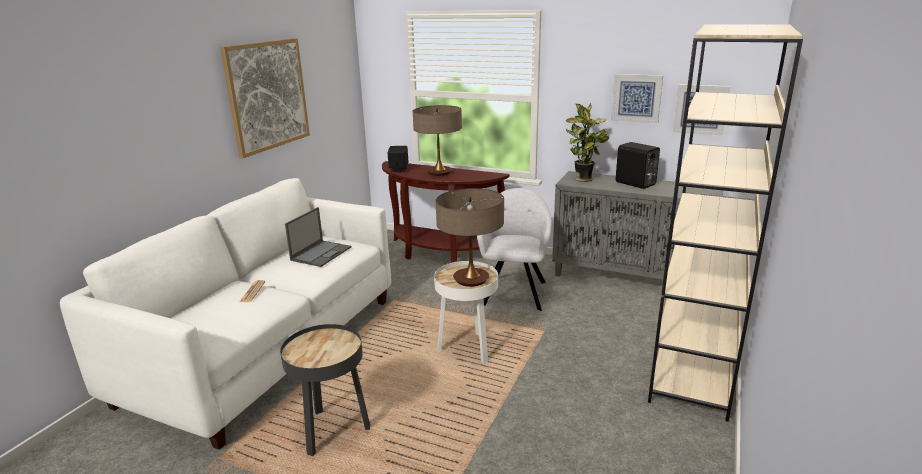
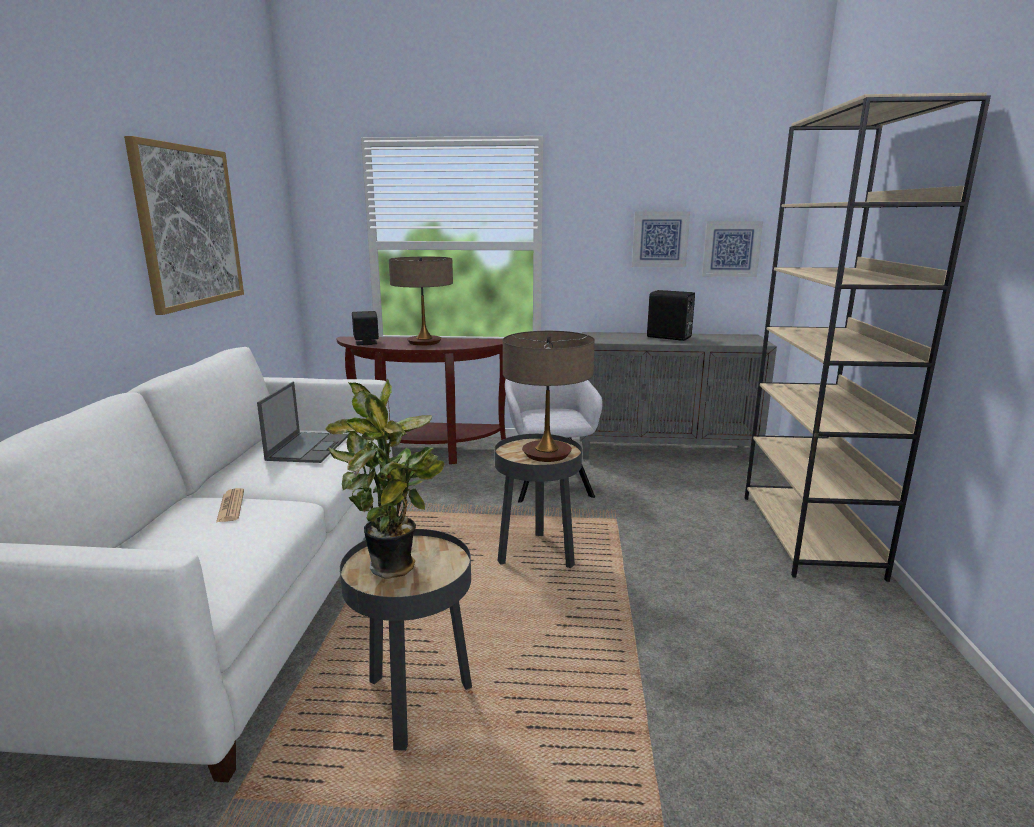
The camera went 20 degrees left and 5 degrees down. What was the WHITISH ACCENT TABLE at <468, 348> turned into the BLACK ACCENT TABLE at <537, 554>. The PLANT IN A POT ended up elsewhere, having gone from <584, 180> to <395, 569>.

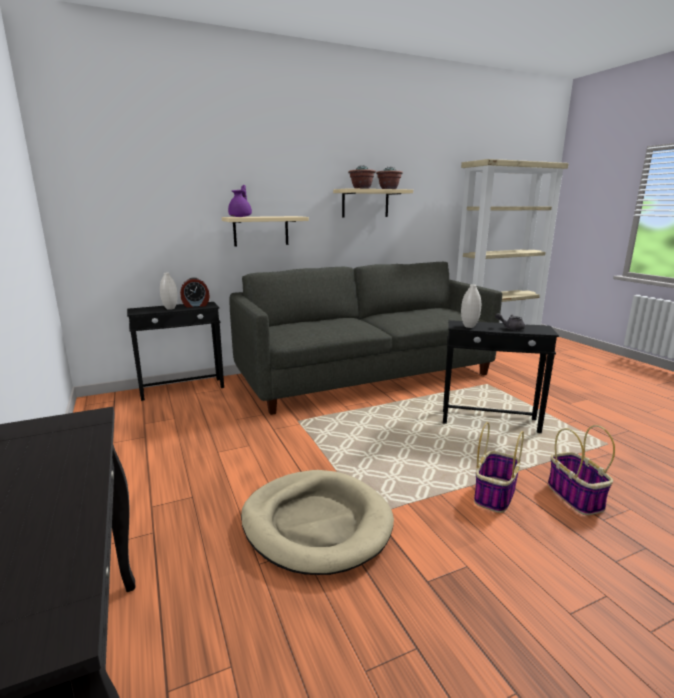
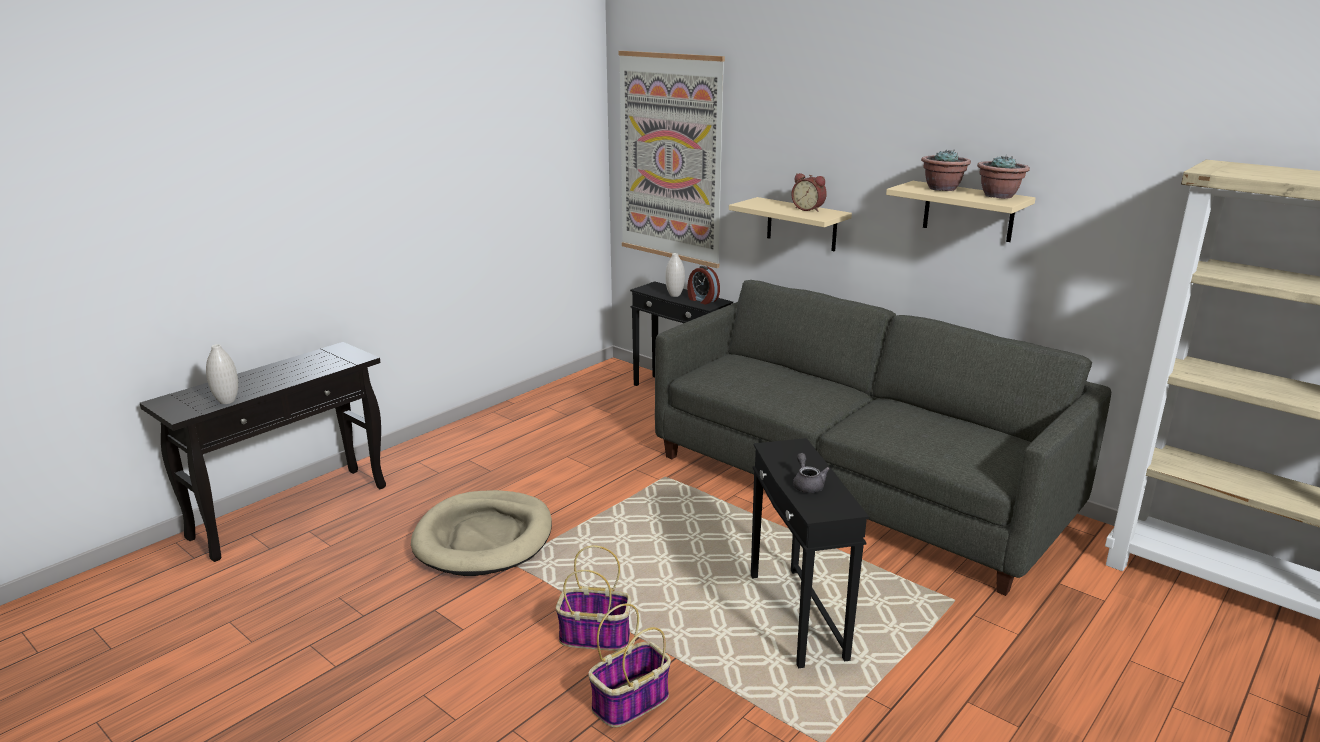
The camera went 65 degrees right and 5 degrees up. The second view lost the PURPLE POT FOR TEA at <241, 216>. The WHITISH VASE ended up elsewhere, having gone from <469, 326> to <227, 401>. The second view gained the WALL ART at <670, 159>. The second view gained the TABLE CLOCK at <809, 209>.

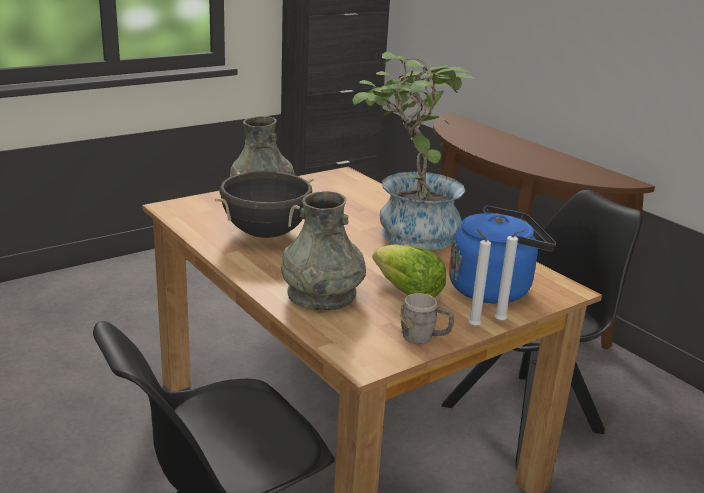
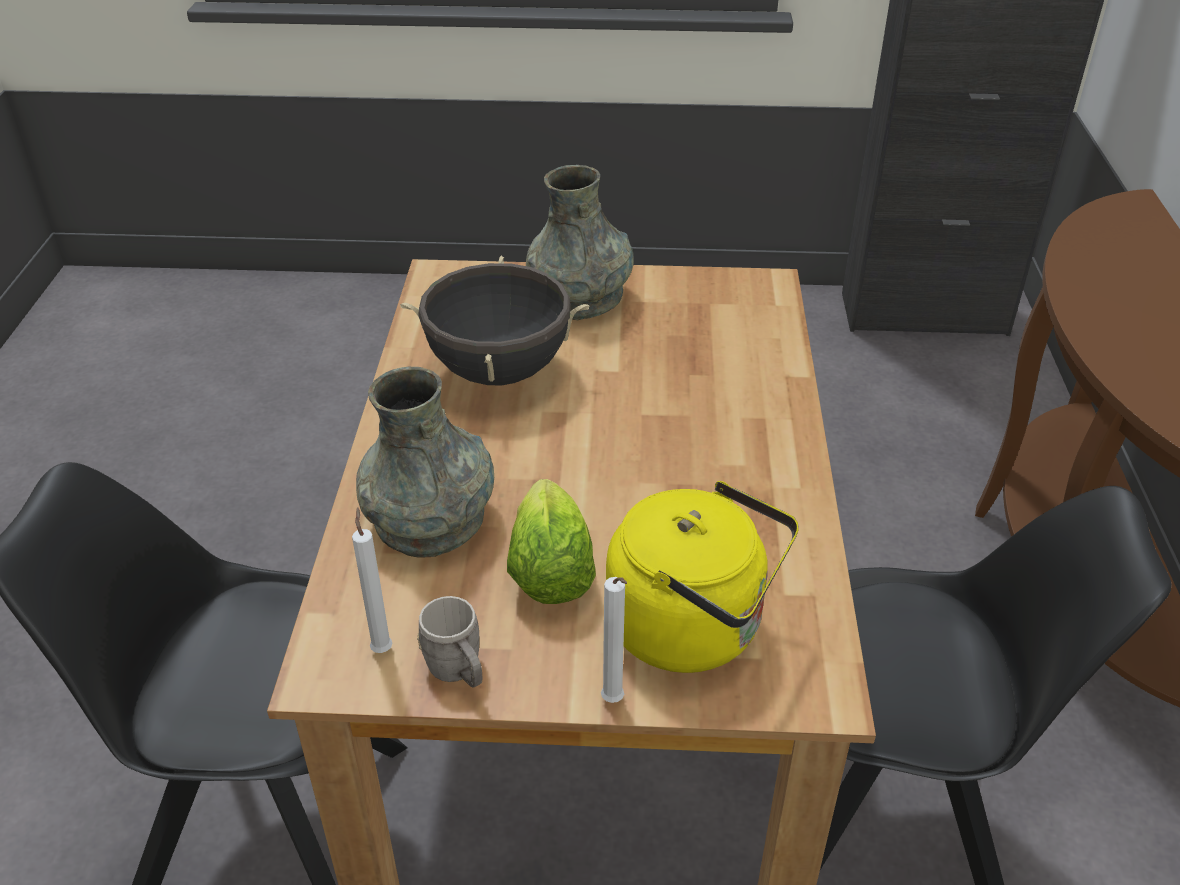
The camera went 40 degrees right and 15 degrees up. The second view lost the PLANT IN A POT at <406, 231>. What was the BLUE KETTLE at <494, 289> turned into the YELLOWISH KETTLE at <694, 628>. The WHITISH WAX LIGHT ended up elsewhere, having gone from <472, 326> to <382, 647>.

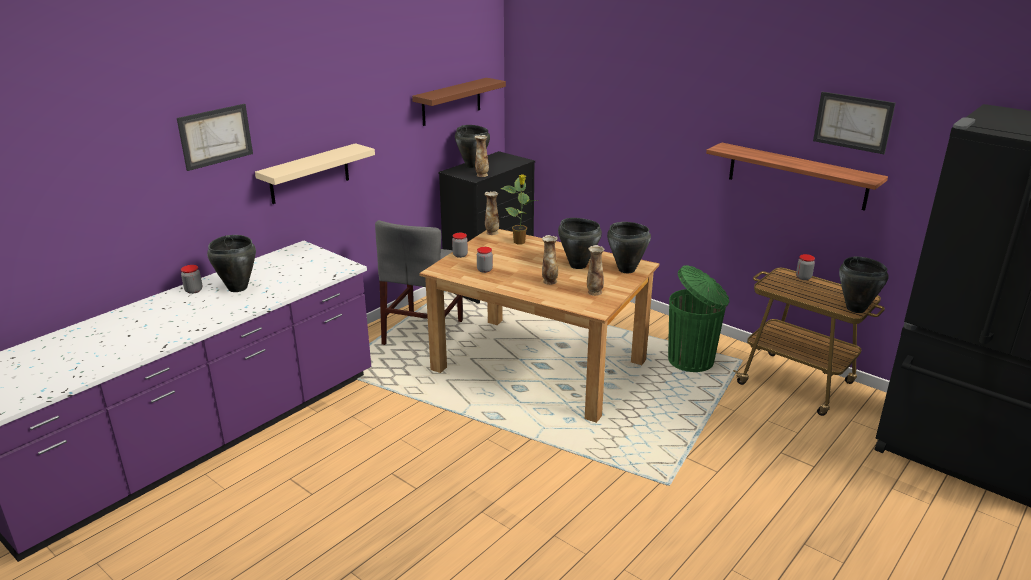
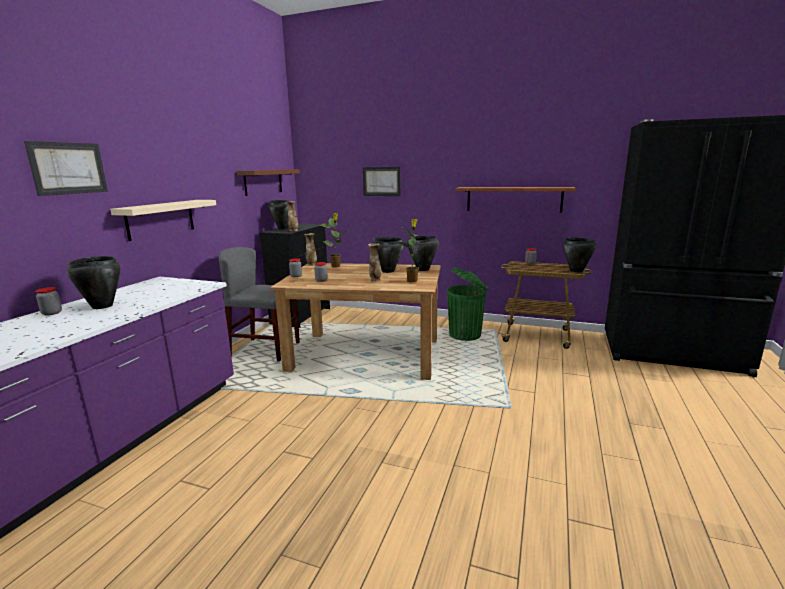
The camera went 20 degrees left and 10 degrees down. The GRAY CHAIR at <423, 332> ended up facing another way, 105 degrees clockwise from before. Where the VASE stood at <594, 292>, the PLANT IN A POT came to stand at <412, 281>. The WALL ART ended up elsewhere, having gone from <853, 122> to <381, 181>.

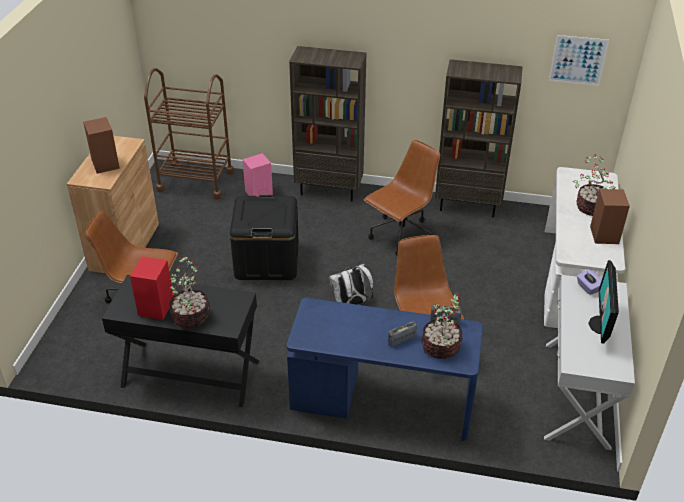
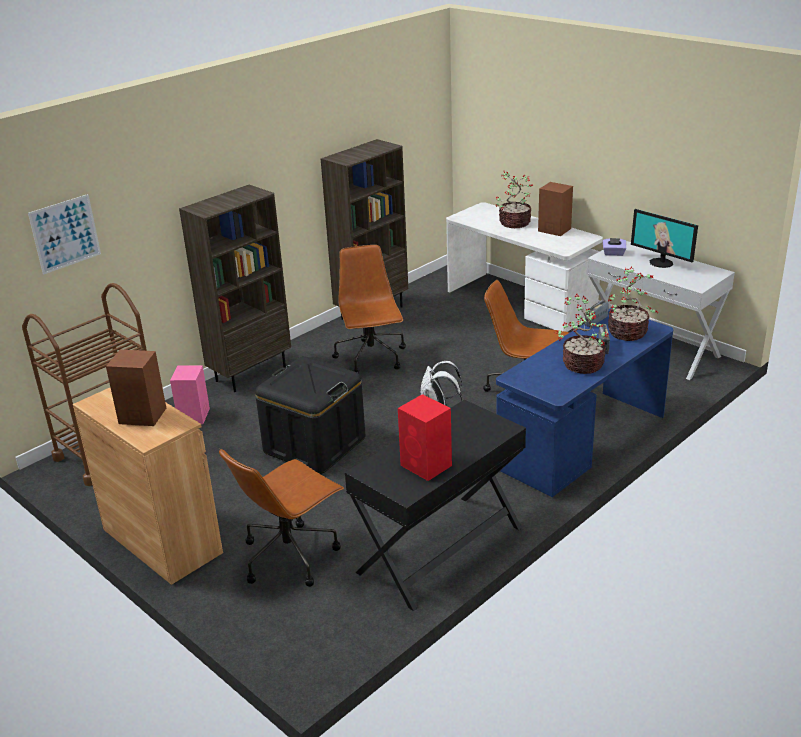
The camera went 55 degrees left and 10 degrees down. The PLANT IN A POT ended up elsewhere, having gone from <191, 315> to <581, 364>. The WALL ART ended up elsewhere, having gone from <578, 60> to <65, 234>.

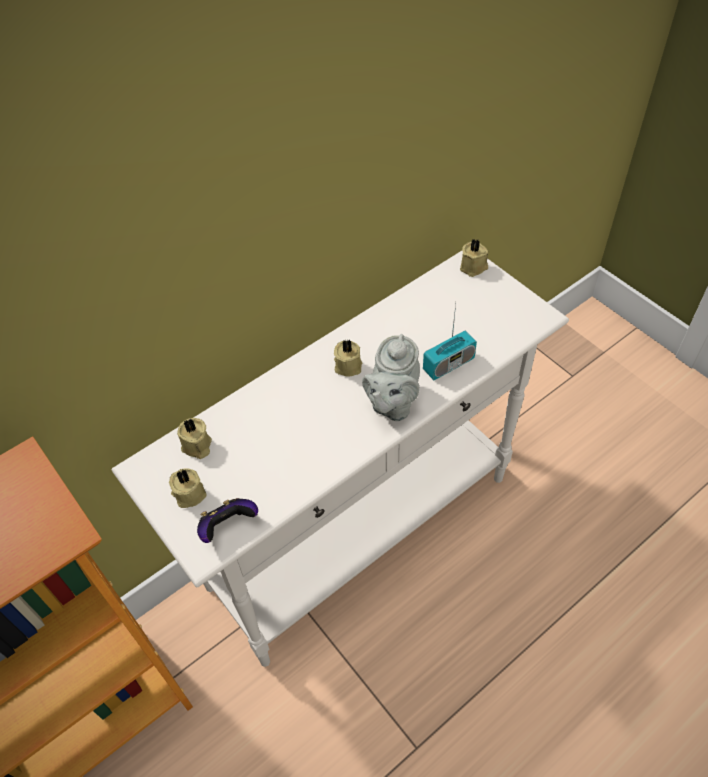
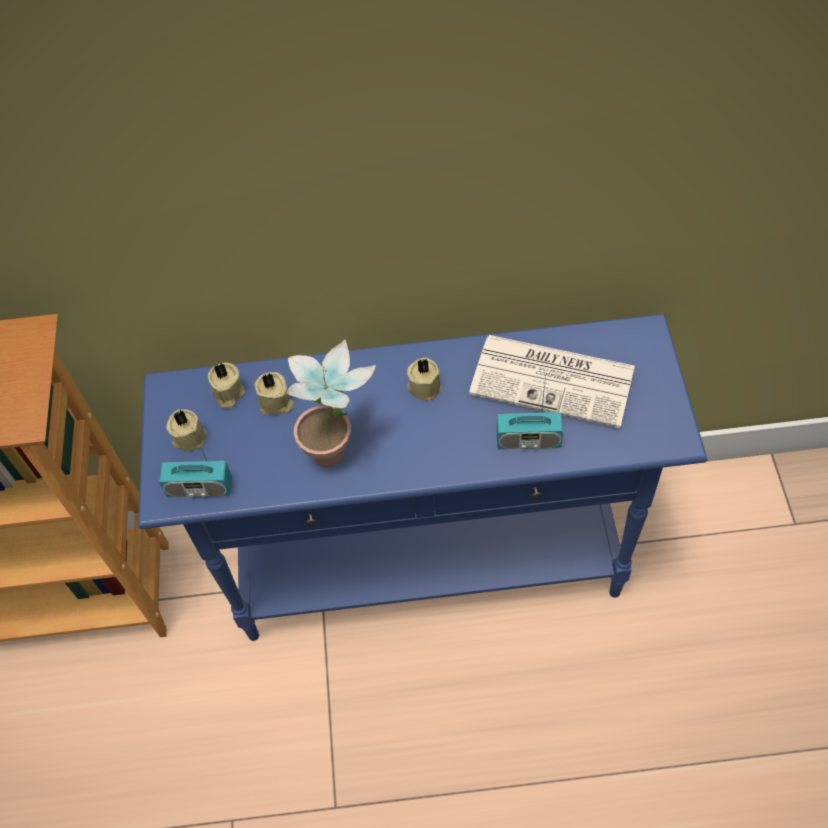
The camera went 35 degrees right and 5 degrees up. What was the WHITISH CONSOLE TABLE at <362, 531> turned into the BLUE CONSOLE TABLE at <430, 564>. Where the GAME CONTROLLER stood at <228, 527>, the RADIO SET came to stand at <200, 488>. The second view lost the GRAY POT FOR TEA at <392, 403>. The BEIGE WAX LIGHT ended up elsewhere, having gone from <474, 267> to <276, 403>. The second view gained the PLANT IN A POT at <338, 448>. The second view gained the PRINTED PAPER at <555, 380>.

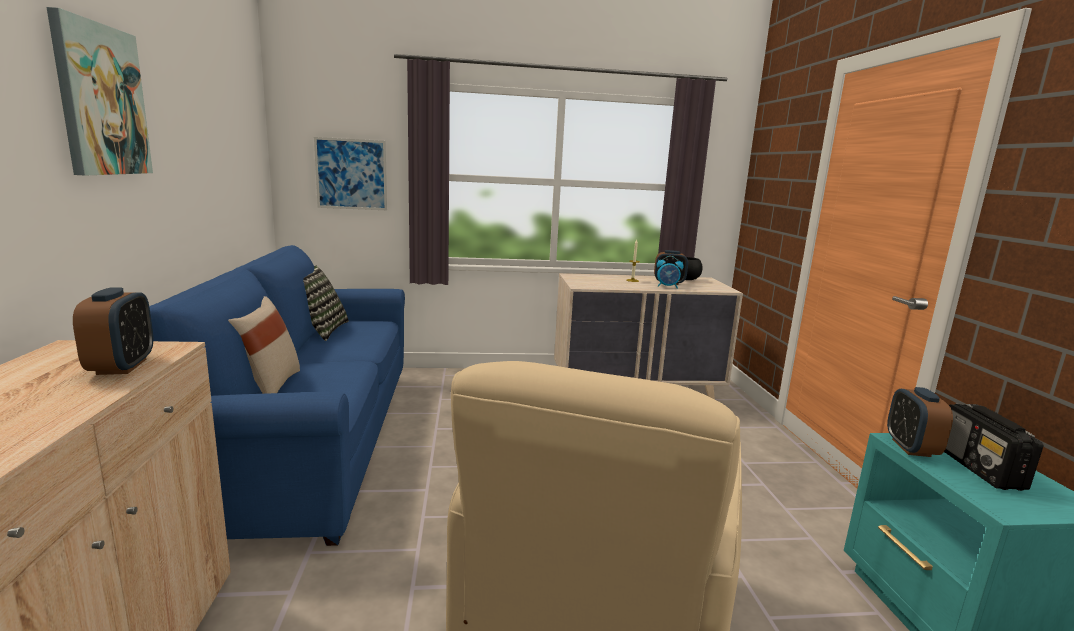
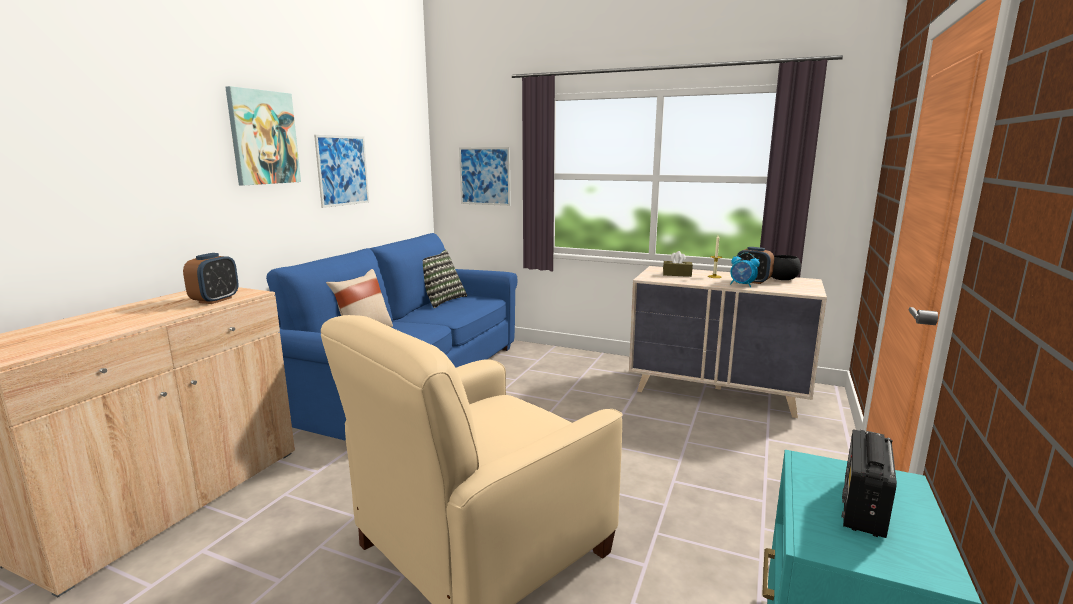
The camera went 30 degrees right and 0 degrees up. The second view lost the TABLE CLOCK at <911, 448>. The second view gained the WALL ART at <342, 170>. The second view gained the BROWN-COLOURED BOX OF TISSUES at <677, 274>.

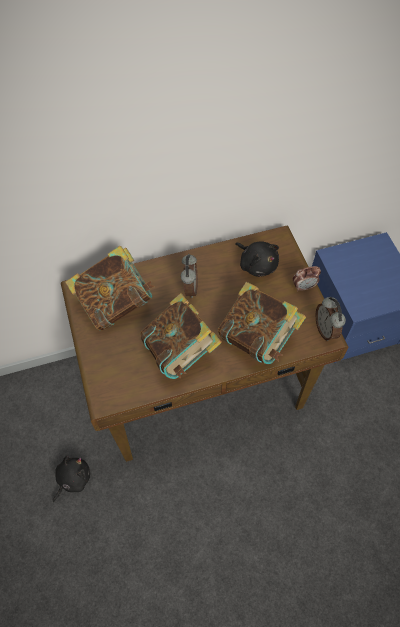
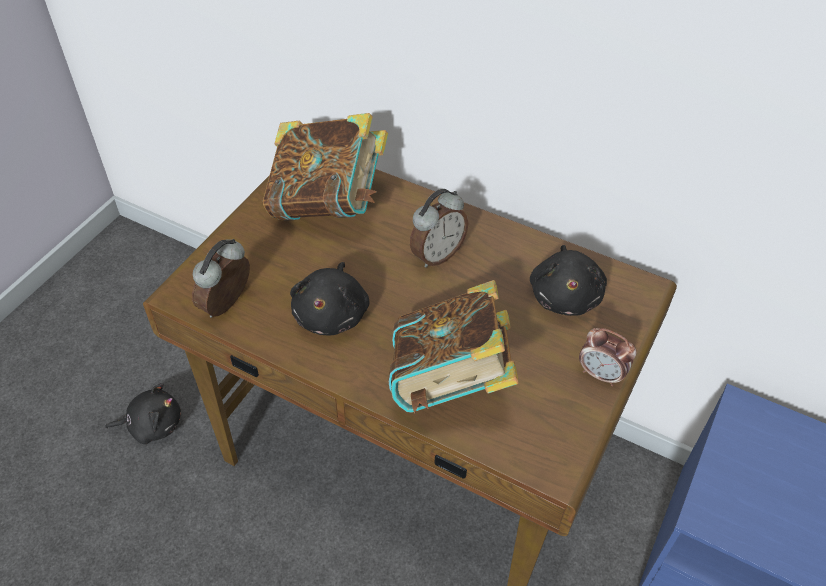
The camera went 45 degrees right and 10 degrees down. Where the BOOK stood at <180, 351>, the BLACK CUDDLY TOY came to stand at <332, 314>. The TABLE CLOCK ended up elsewhere, having gone from <326, 330> to <228, 305>.

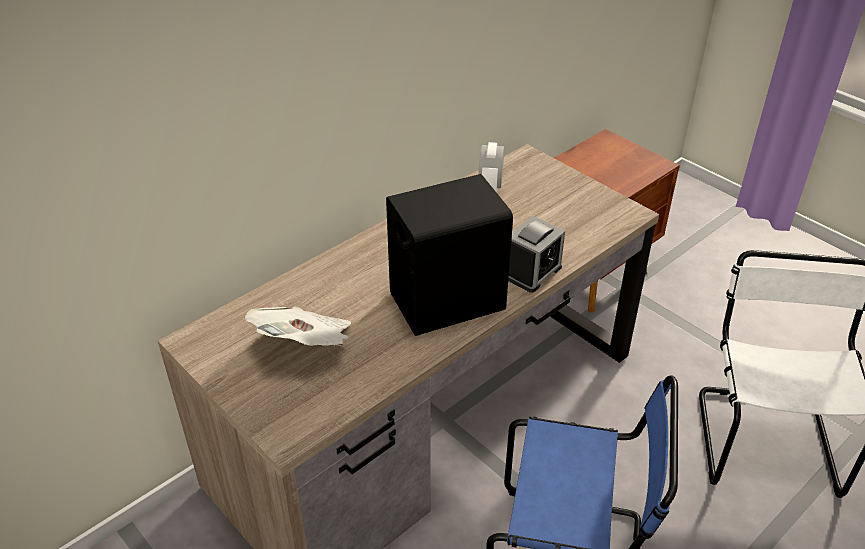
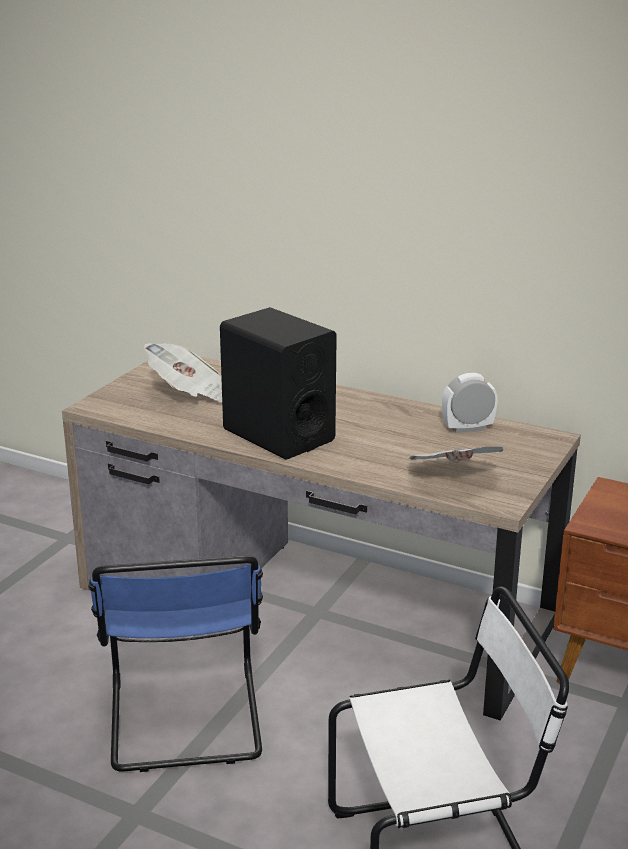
The camera went 70 degrees right and 15 degrees down. The second view lost the TABLE CLOCK at <532, 271>. The second view gained the PRINTED PAPER at <453, 477>.

